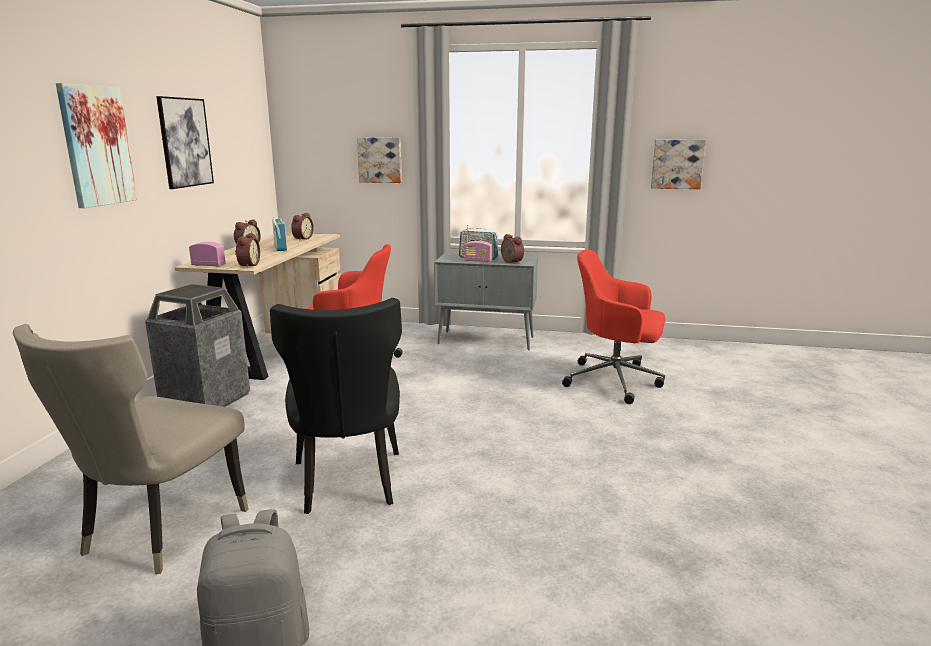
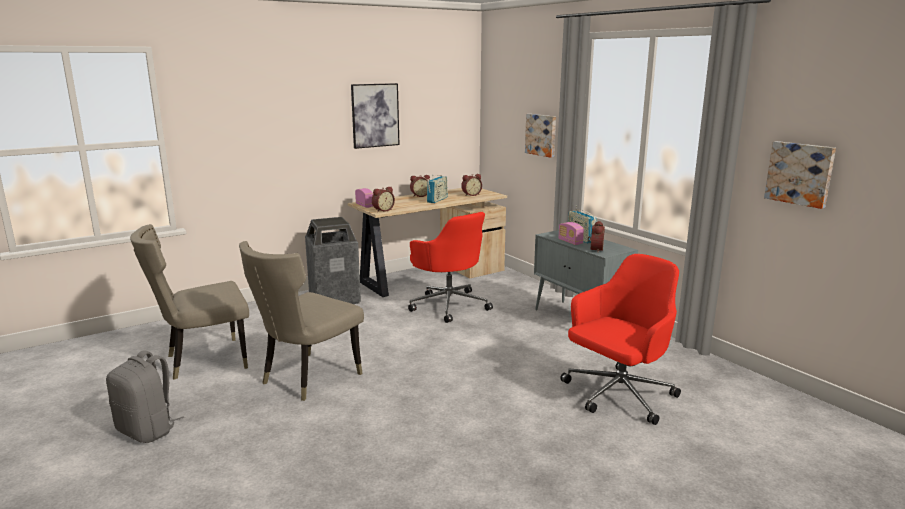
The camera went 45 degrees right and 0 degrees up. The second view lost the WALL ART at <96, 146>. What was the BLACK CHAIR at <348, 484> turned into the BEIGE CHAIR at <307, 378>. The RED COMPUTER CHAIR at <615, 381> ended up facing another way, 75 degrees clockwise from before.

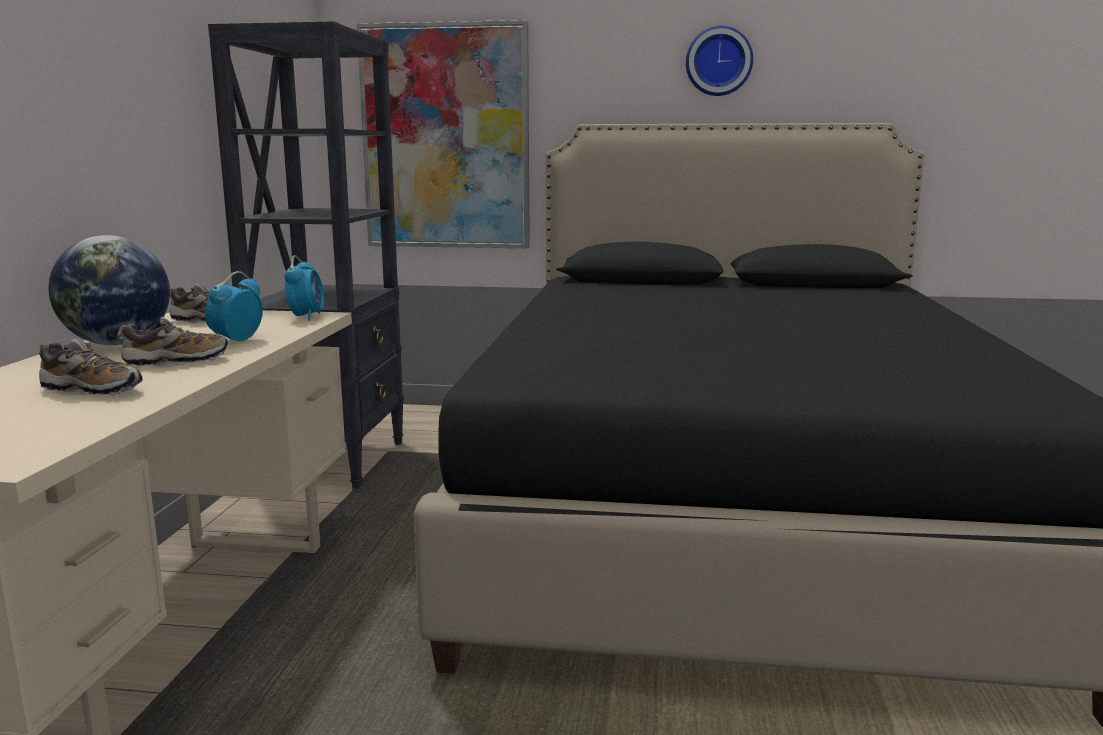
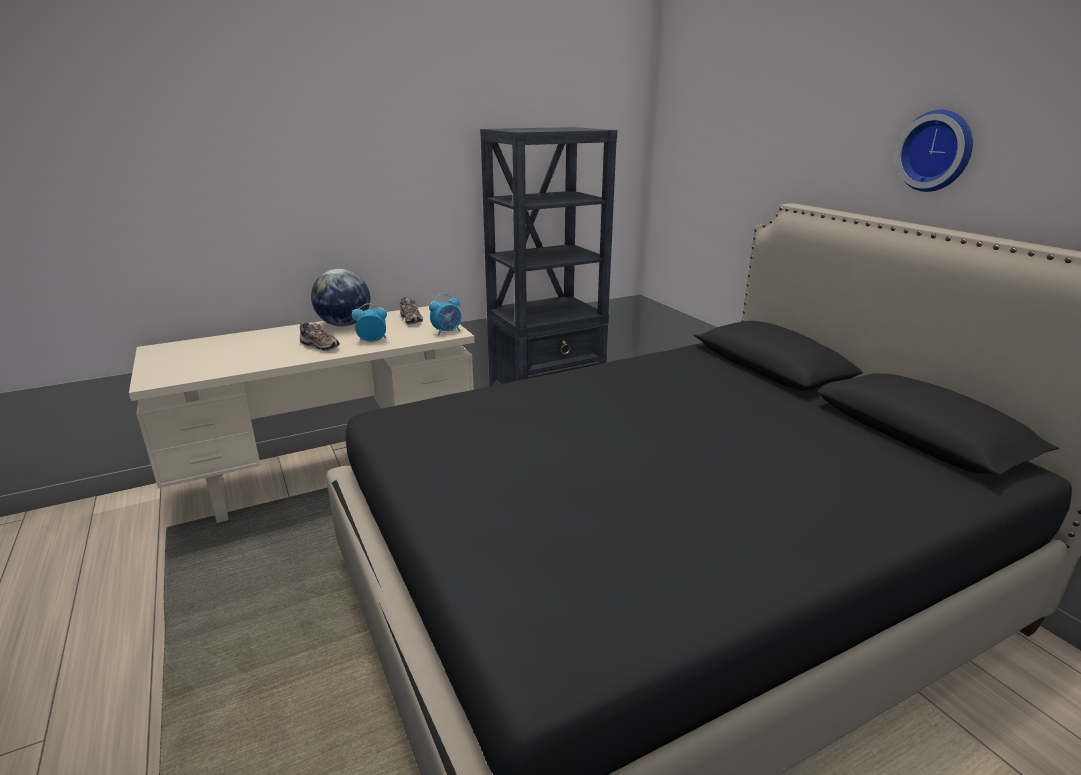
The camera went 55 degrees right and 10 degrees up. The second view lost the SHOE at <92, 390>. The second view lost the WALL ART at <445, 138>.

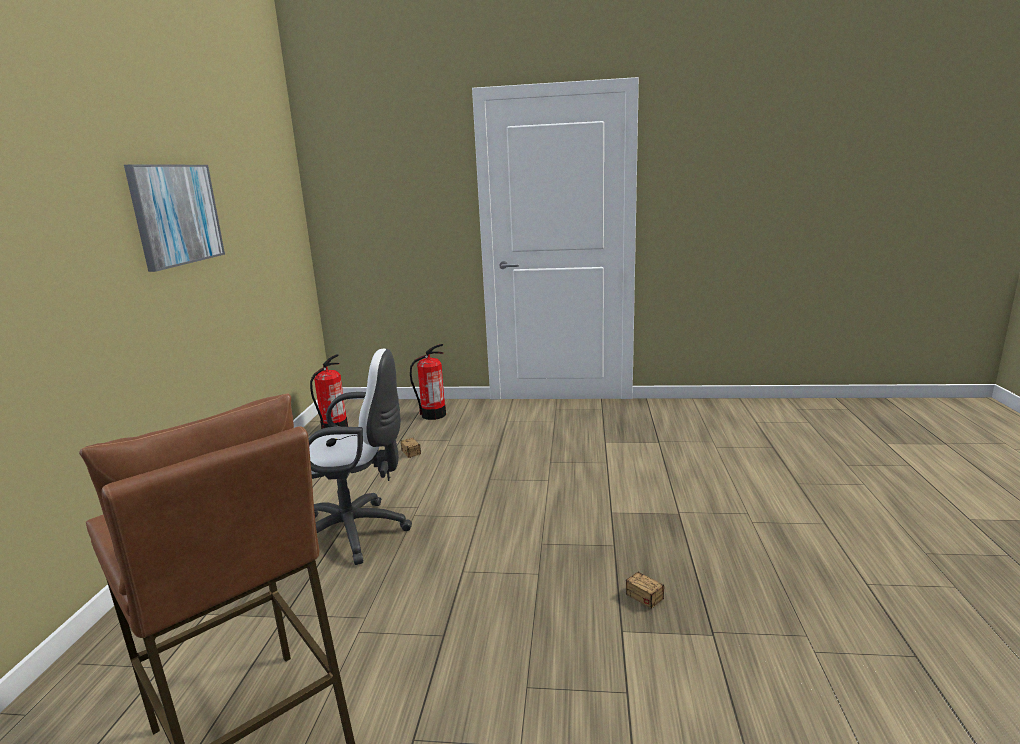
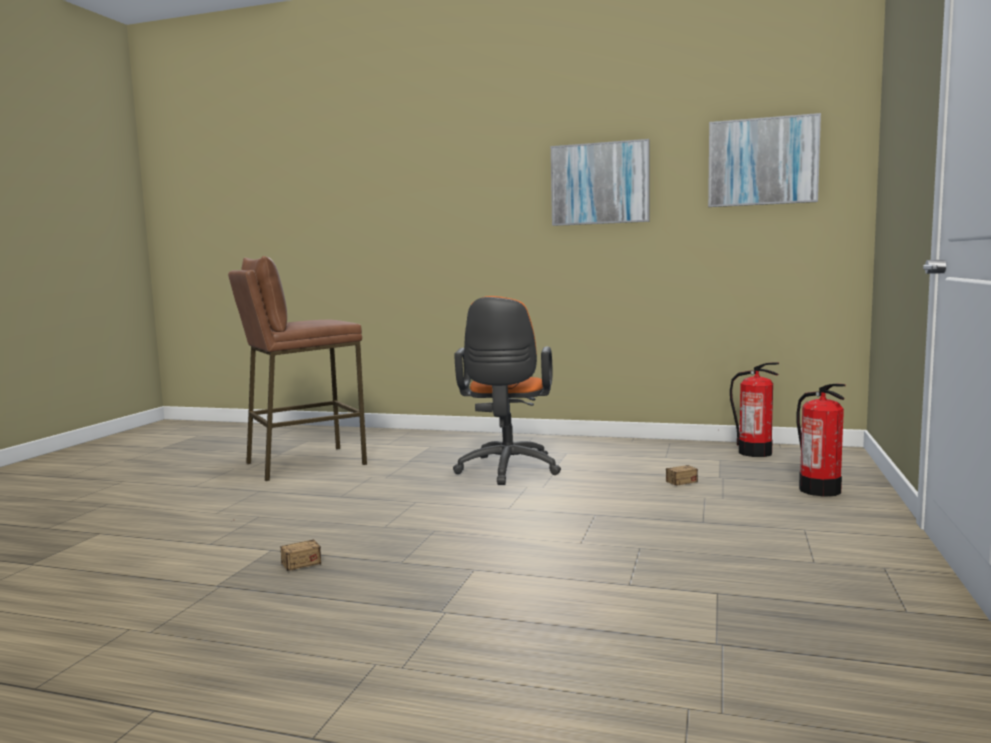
The camera went 100 degrees right and 10 degrees down. What was the WHITISH COMPUTER CHAIR at <357, 532> turned into the ORANGE-COLOURED COMPUTER CHAIR at <507, 471>. The second view gained the WALL ART at <762, 162>.

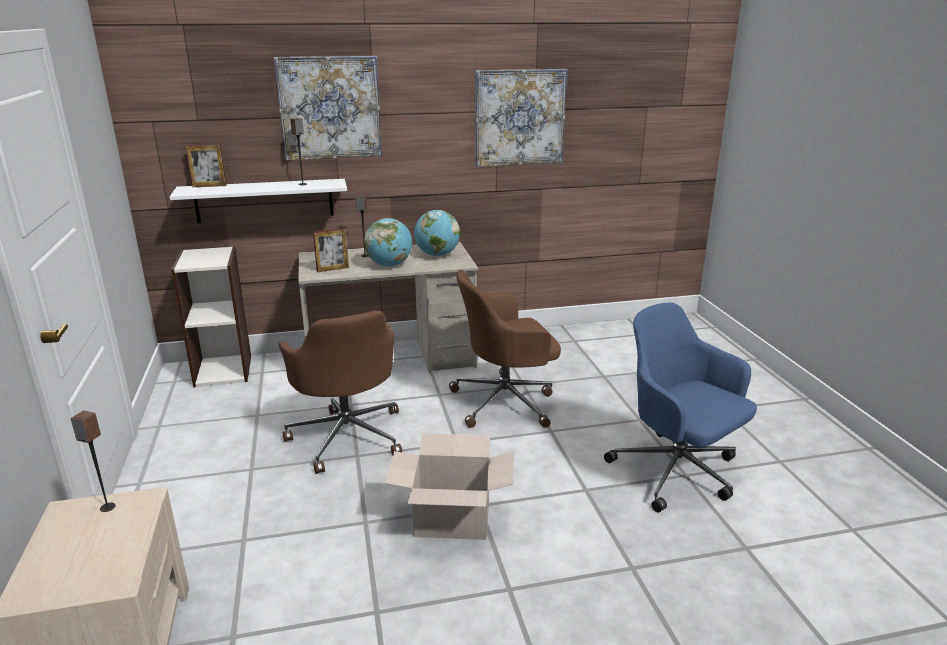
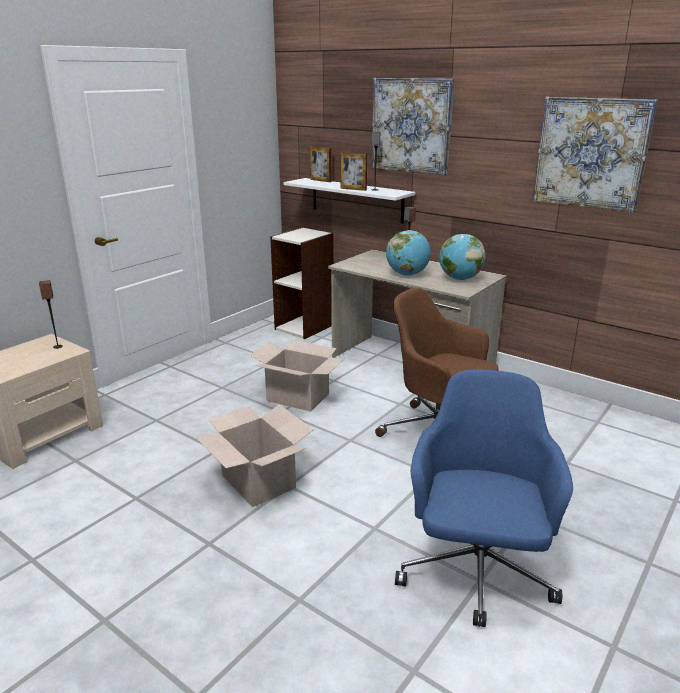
The camera went 50 degrees right and 0 degrees up. Where the BROWN-COLOURED COMPUTER CHAIR stood at <347, 436>, the PACKING BOX came to stand at <297, 397>. The PHOTO FRAME ended up elsewhere, having gone from <332, 269> to <353, 189>.

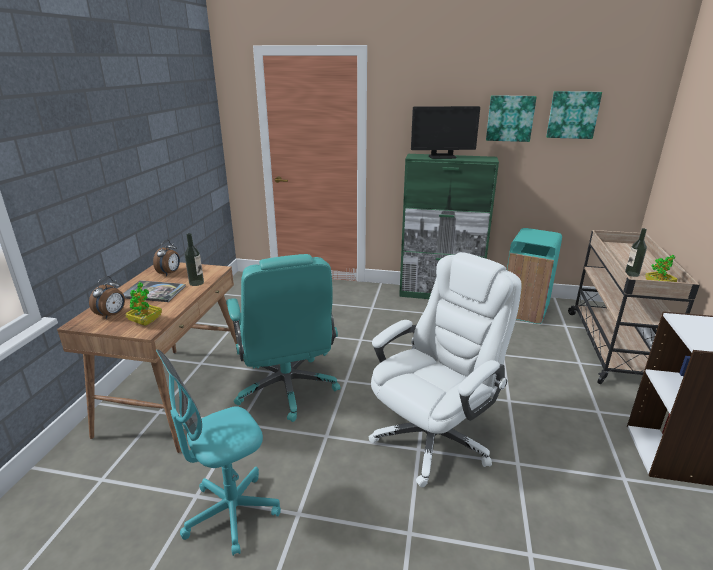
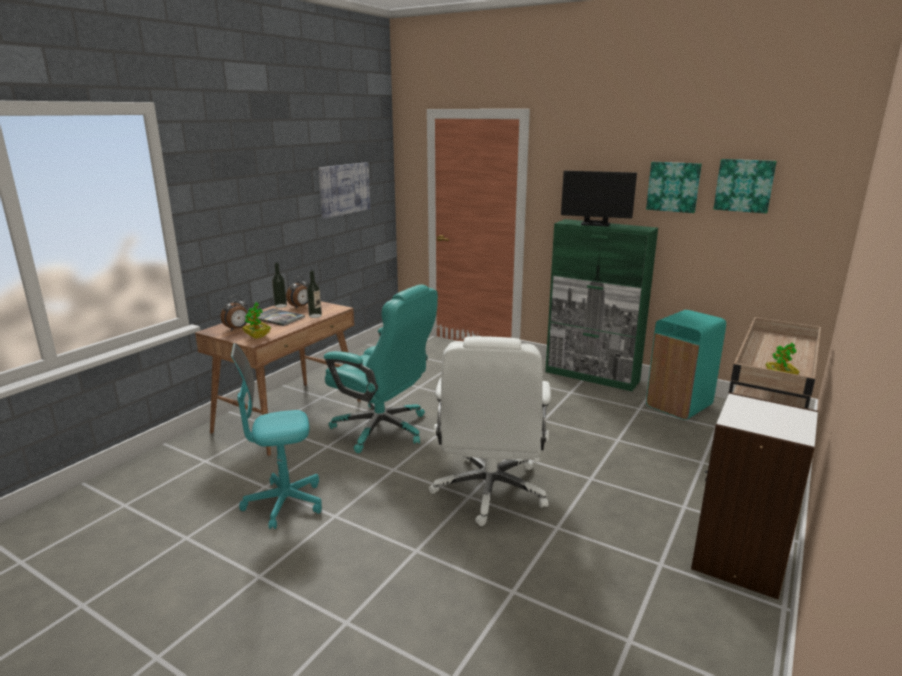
The camera went 20 degrees right and 5 degrees down. The TURQUOISE COMPUTER CHAIR at <287, 389> ended up facing another way, 60 degrees counterclockwise from before. The WHITISH COMPUTER CHAIR at <433, 438> ended up facing another way, 120 degrees clockwise from before. The BOTTLE ended up elsewhere, having gone from <631, 274> to <280, 306>. The second view gained the WALL ART at <344, 189>.

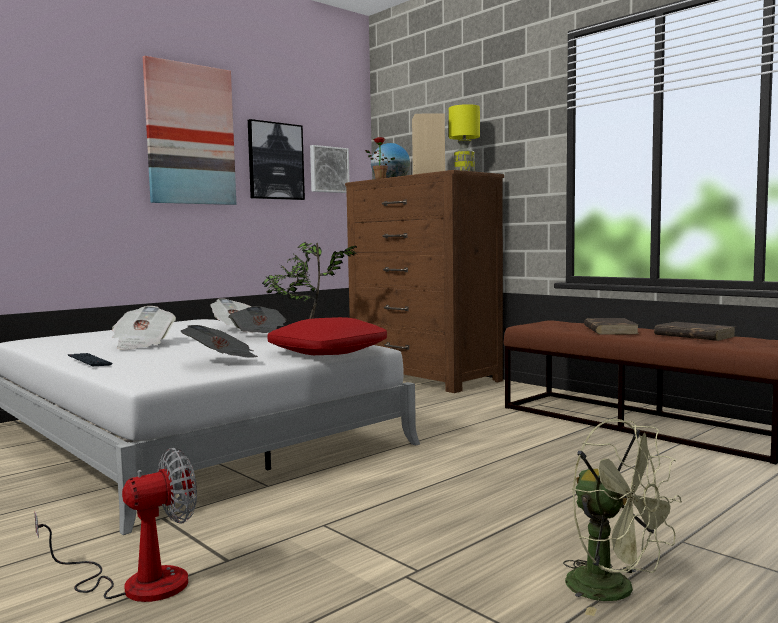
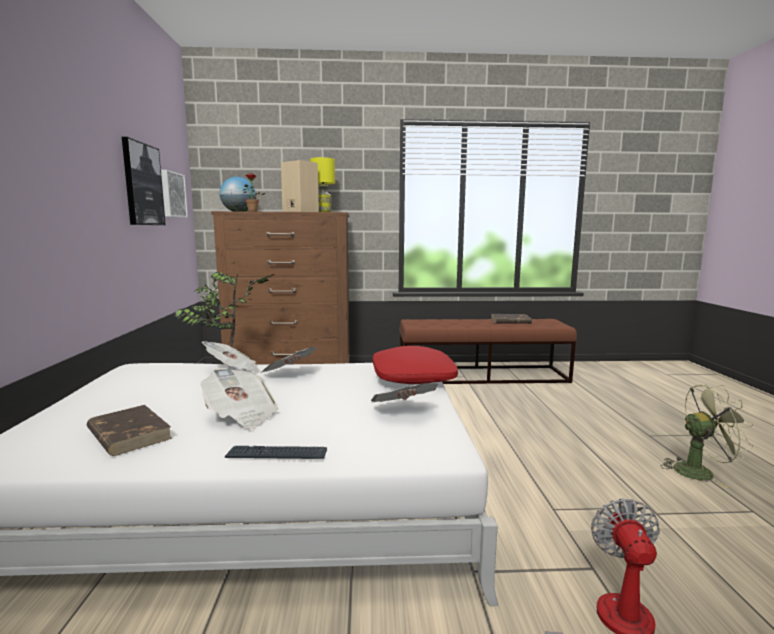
The camera went 50 degrees left and 5 degrees up. The second view lost the WALL ART at <190, 135>. The BROWN-COLOURED BOOK ended up elsewhere, having gone from <610, 330> to <128, 434>.

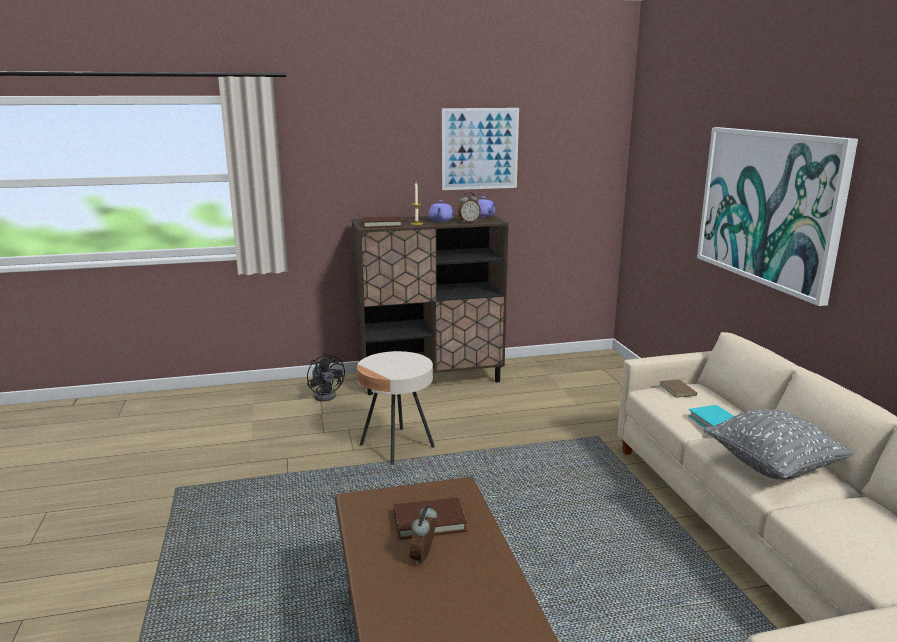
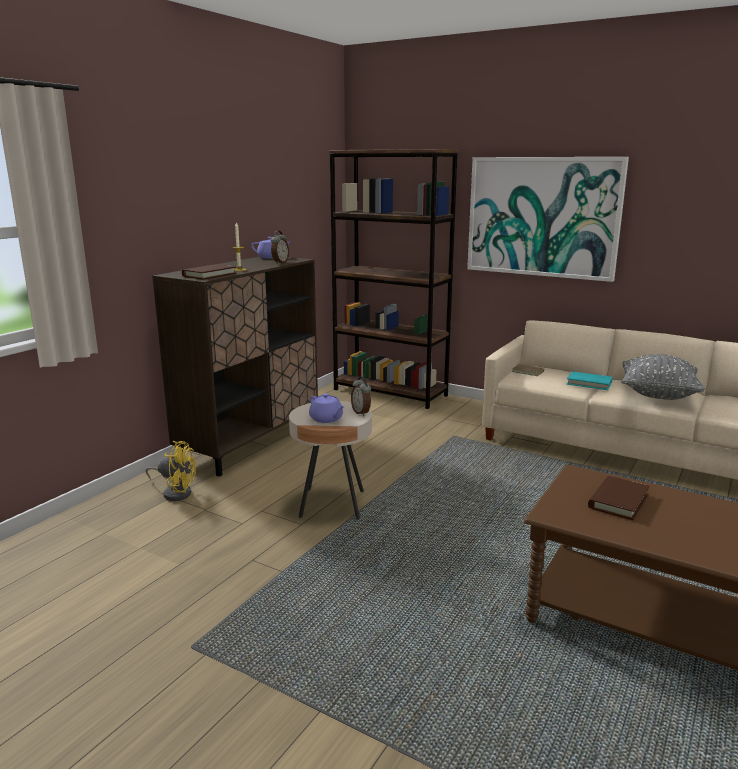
The camera went 45 degrees left and 0 degrees up. What was the BLACK COOLING FAN at <327, 395> turned into the YELLOWISH COOLING FAN at <175, 492>. The TABLE CLOCK ended up elsewhere, having gone from <424, 557> to <361, 413>. The PURPLE POT FOR TEA ended up elsewhere, having gone from <440, 220> to <326, 419>. The second view lost the WALL ART at <480, 149>. The second view gained the BROWN-COLOURED BOOKCASE at <390, 392>.

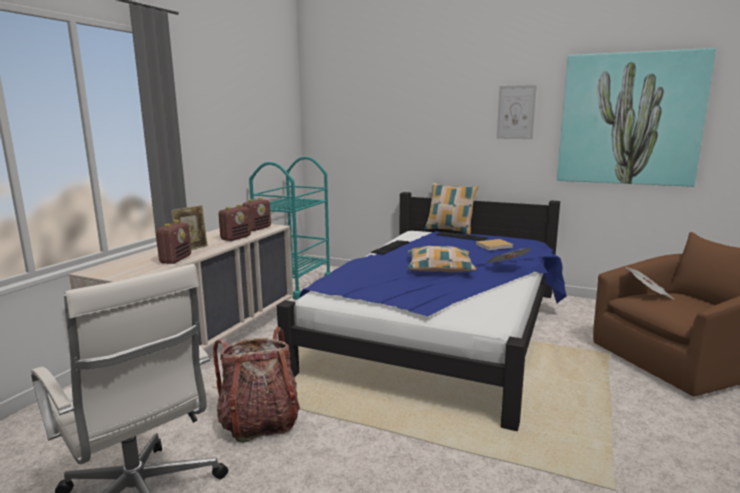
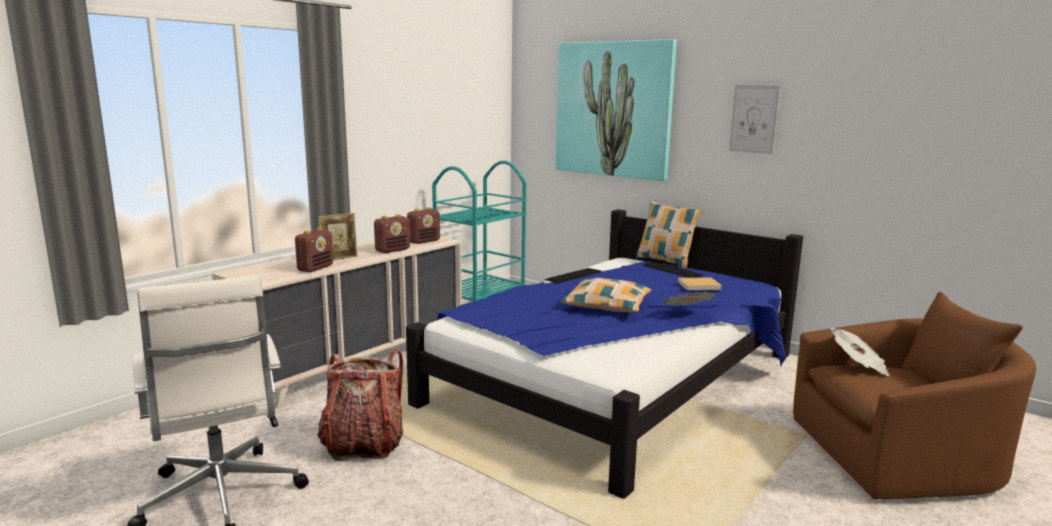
The camera went 15 degrees right and 0 degrees up. The WALL ART ended up elsewhere, having gone from <629, 119> to <613, 109>.

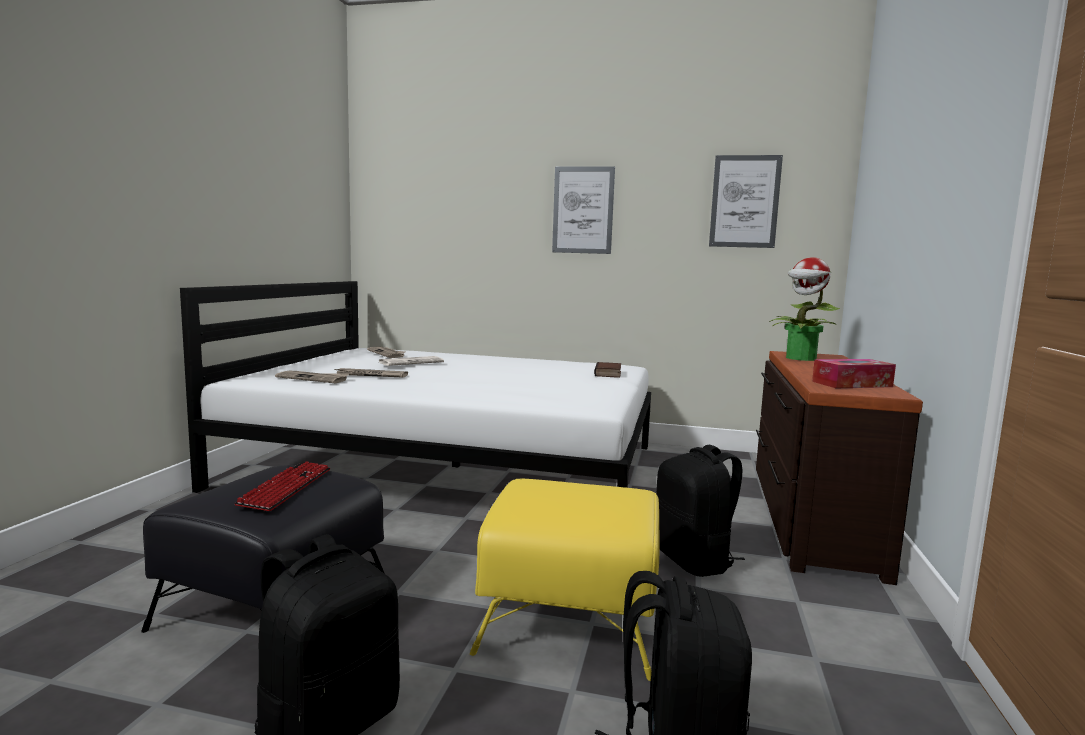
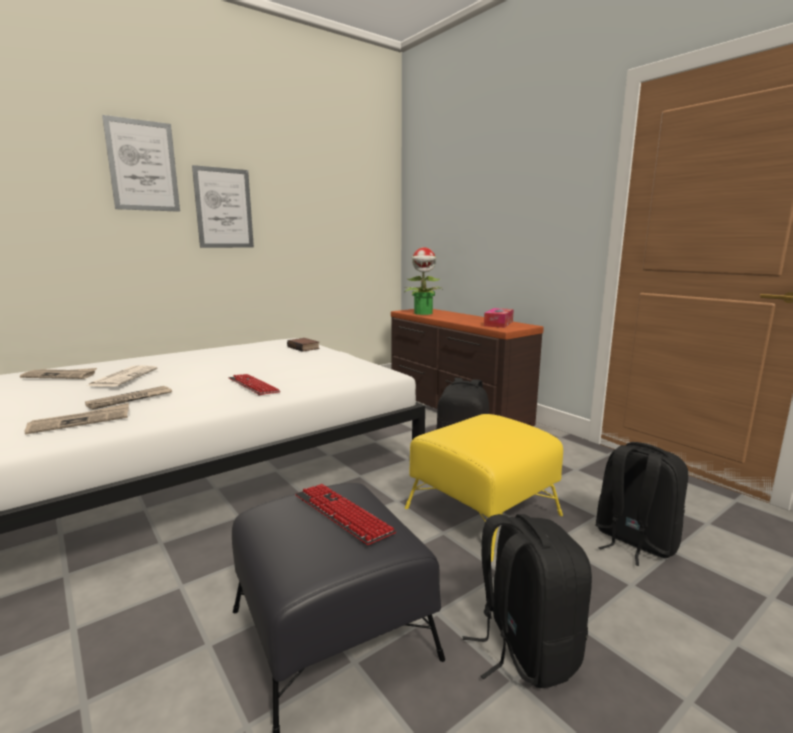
The camera went 50 degrees left and 5 degrees up. The WALL ART ended up elsewhere, having gone from <744, 201> to <143, 166>. The second view gained the PC KEYBOARD at <253, 386>.

